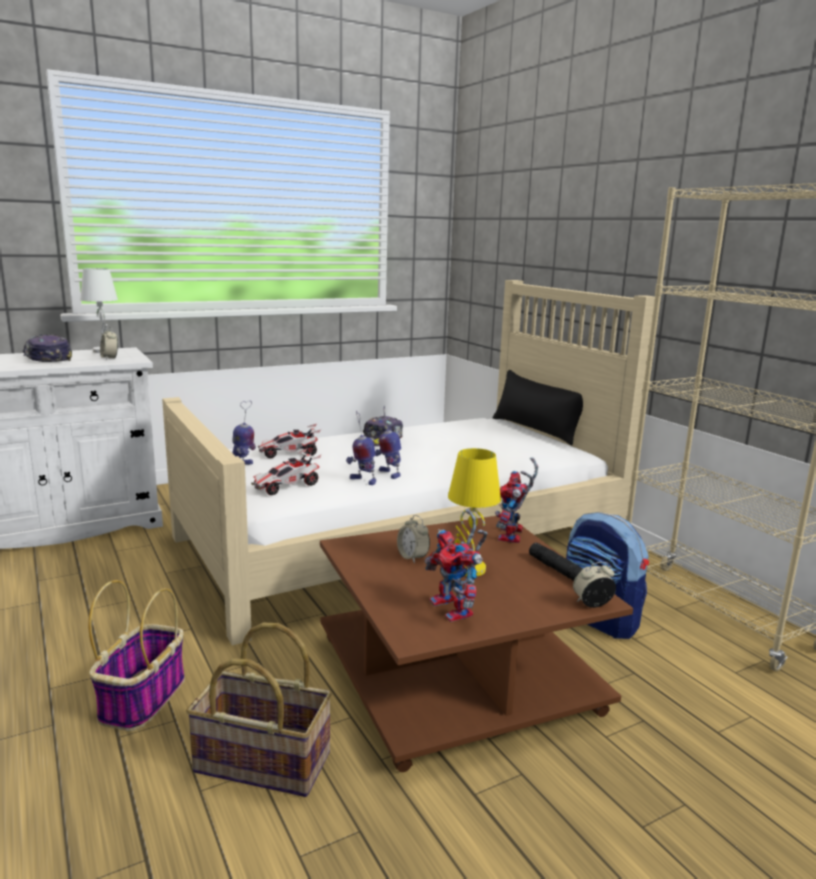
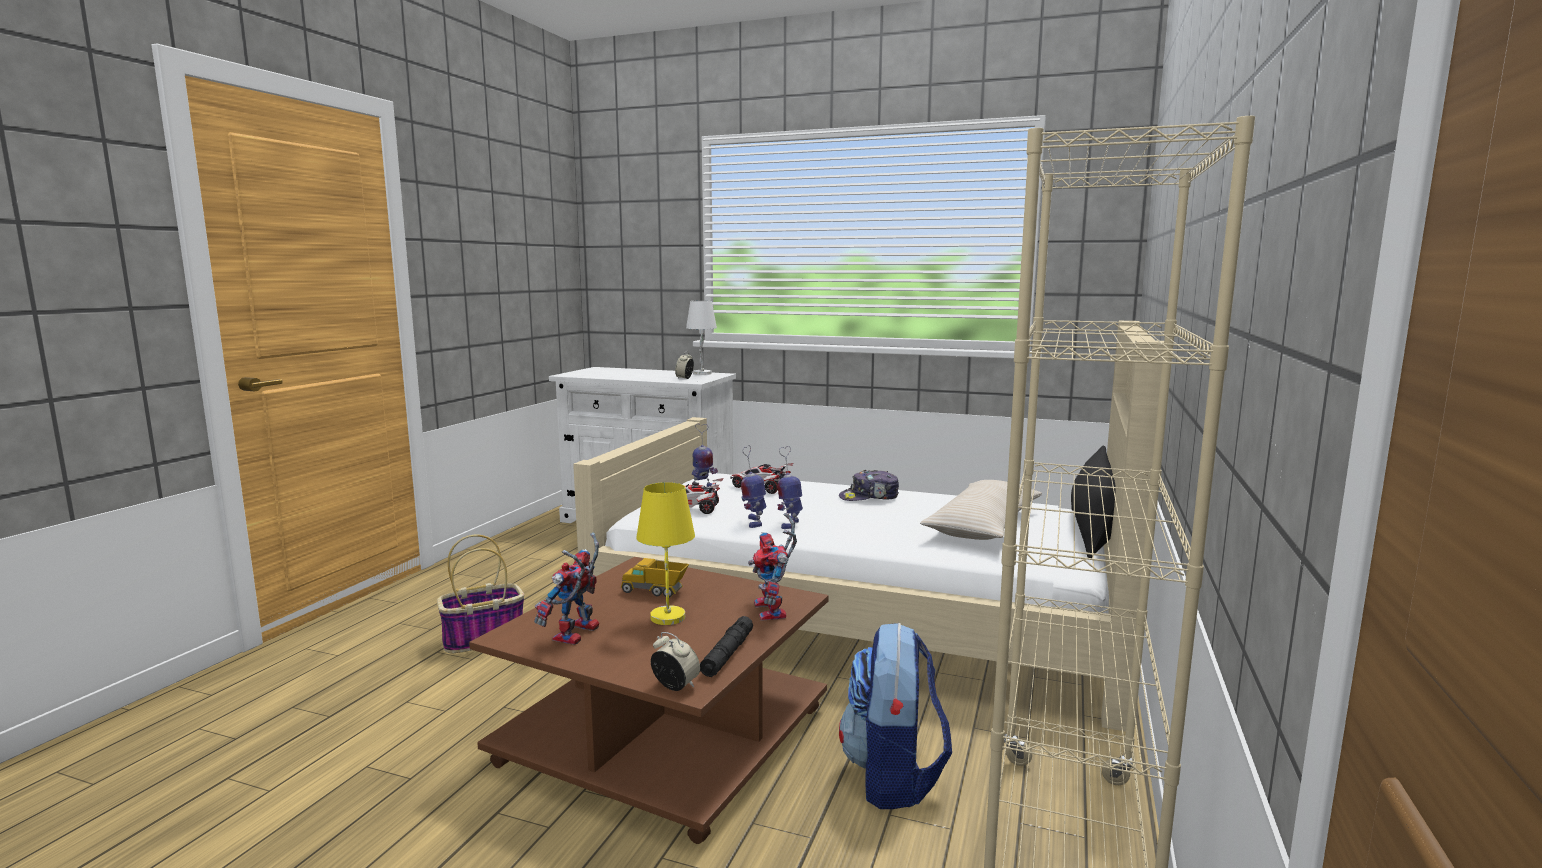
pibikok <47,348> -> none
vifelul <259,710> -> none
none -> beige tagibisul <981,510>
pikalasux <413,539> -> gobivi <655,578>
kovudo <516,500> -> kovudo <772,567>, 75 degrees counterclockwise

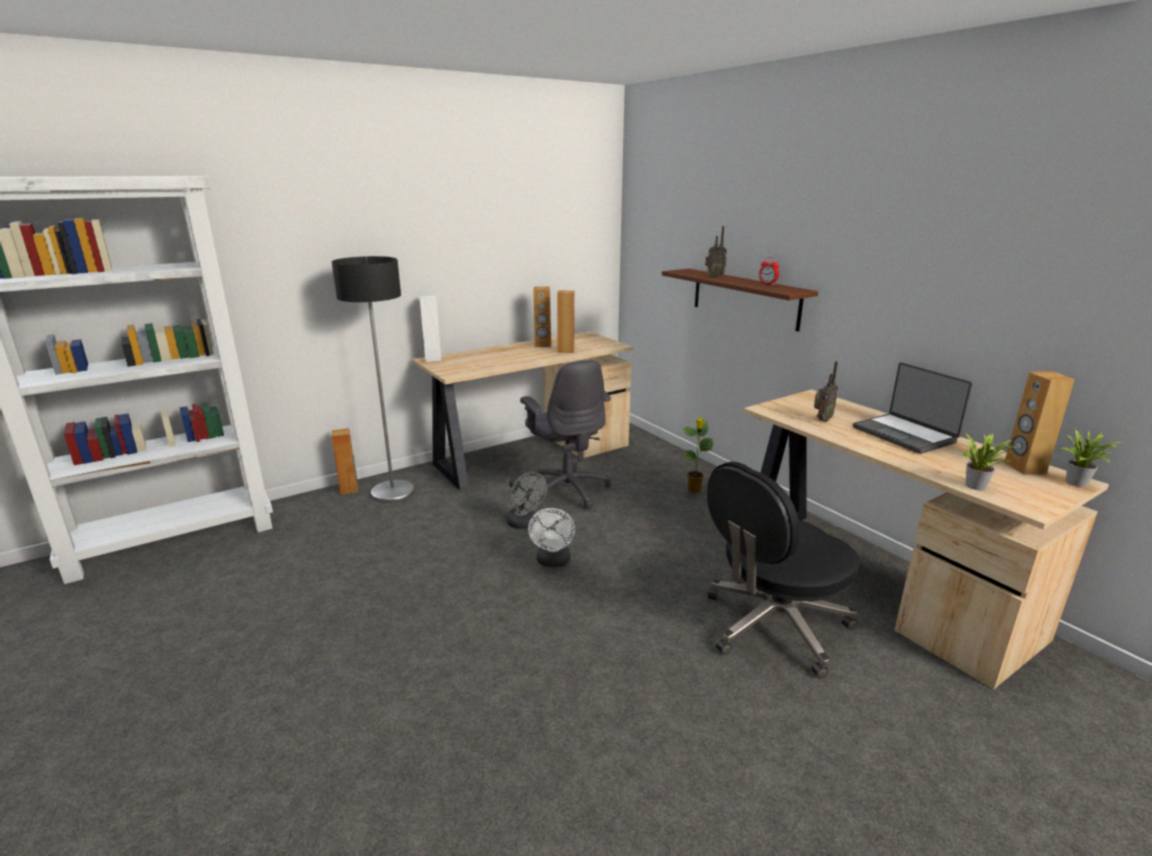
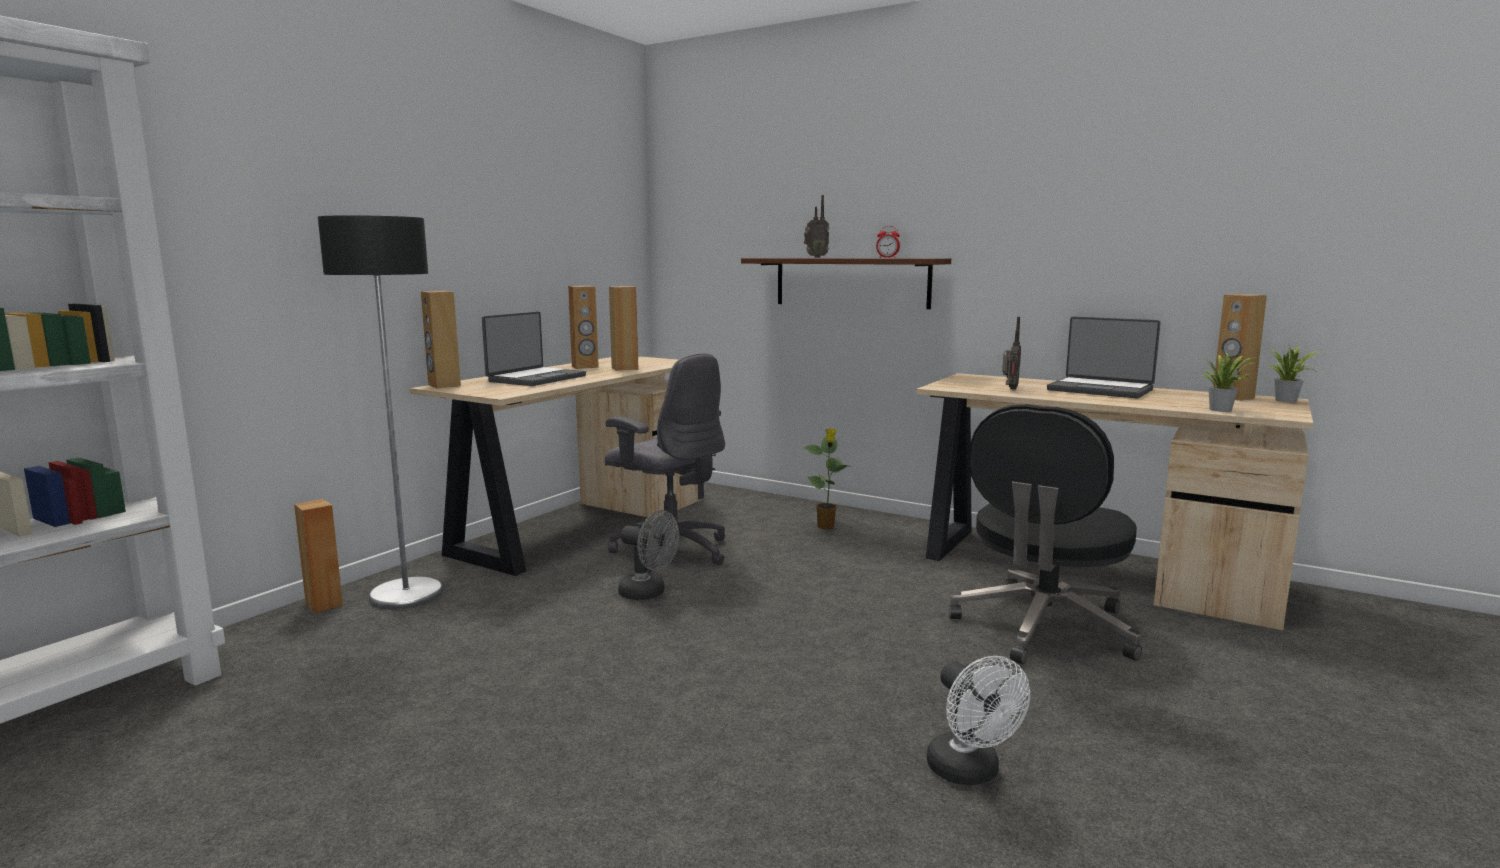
none -> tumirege <534,349>
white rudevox <551,537> -> white rudevox <978,720>, relocated
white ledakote <431,329> -> brown ledakote <441,339>

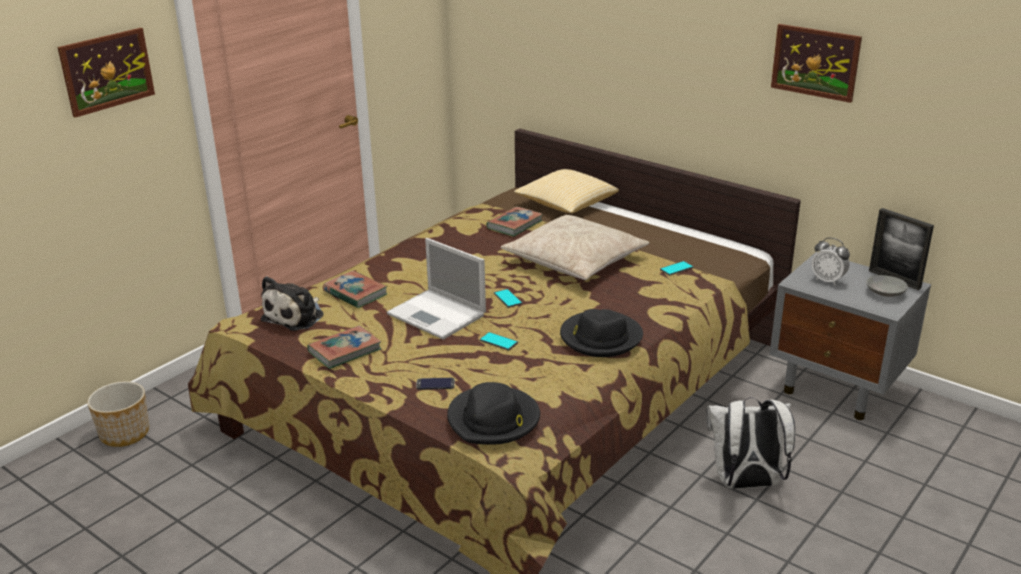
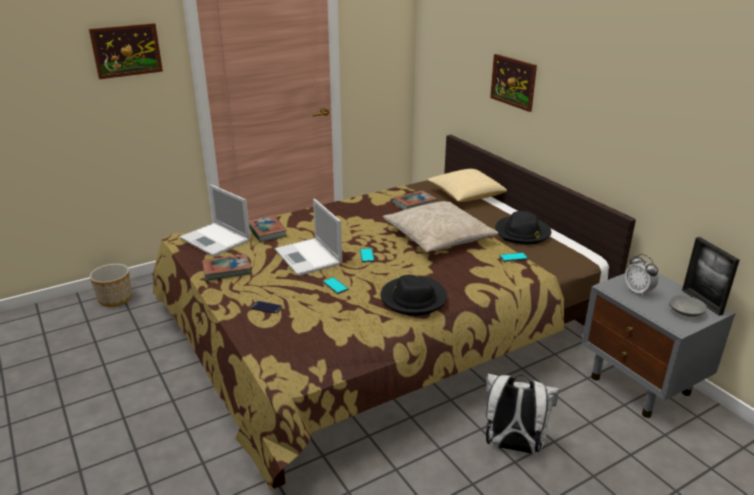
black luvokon <493,413> -> black luvokon <523,227>, relocated
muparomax <816,63> -> muparomax <513,83>, relocated
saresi <292,303> -> tumirege <215,221>

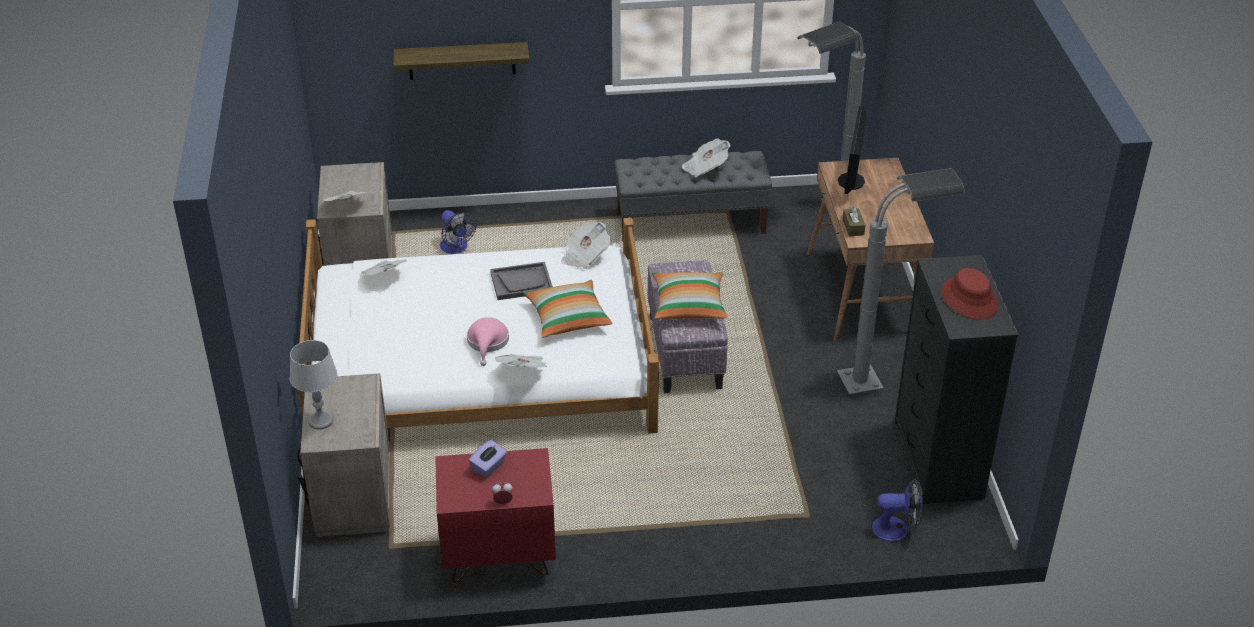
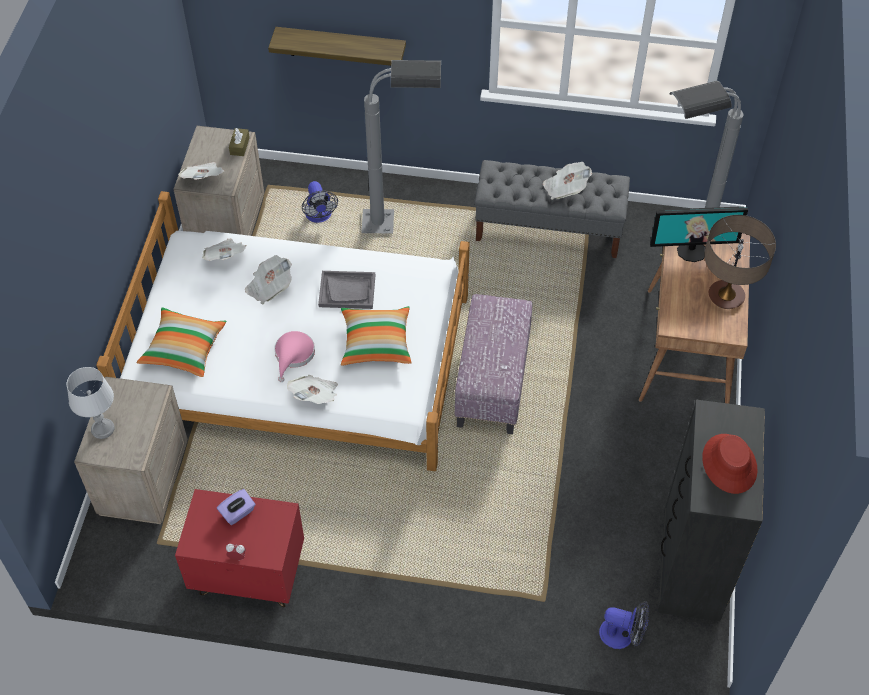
none -> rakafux <740,262>
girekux <586,245> -> girekux <268,279>, relocated
tagibisul <689,295> -> tagibisul <181,342>, relocated
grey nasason <901,281> -> grey nasason <401,147>, relocated
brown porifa <854,221> -> brown porifa <239,142>, relocated
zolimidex <852,150> -> zolimidex <699,234>, 120 degrees counterclockwise

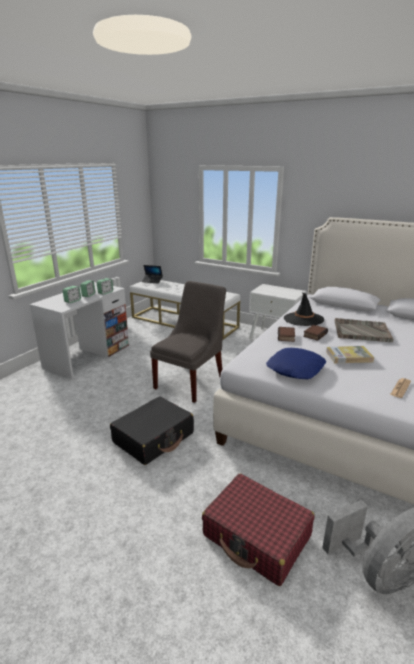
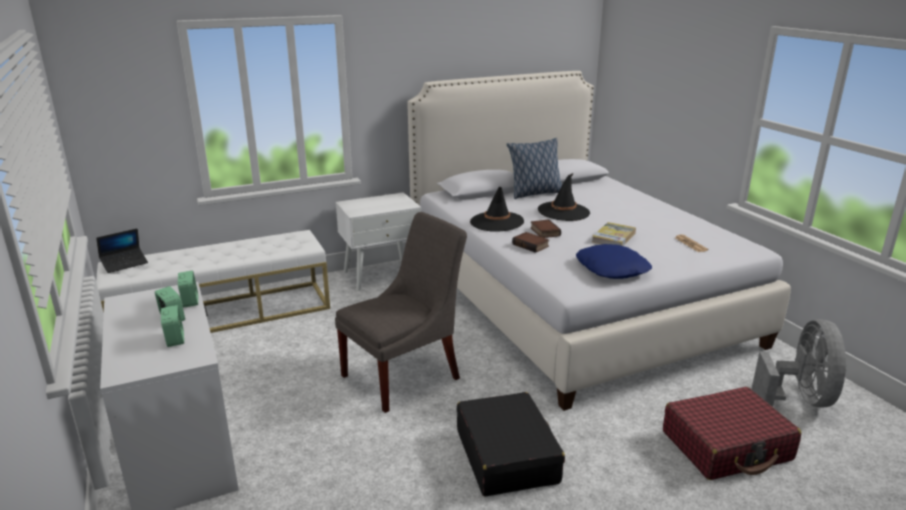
none -> tagibisul <534,168>
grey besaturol <364,330> -> black luvokon <564,197>
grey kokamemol <188,342> -> grey kokamemol <401,312>, 75 degrees clockwise

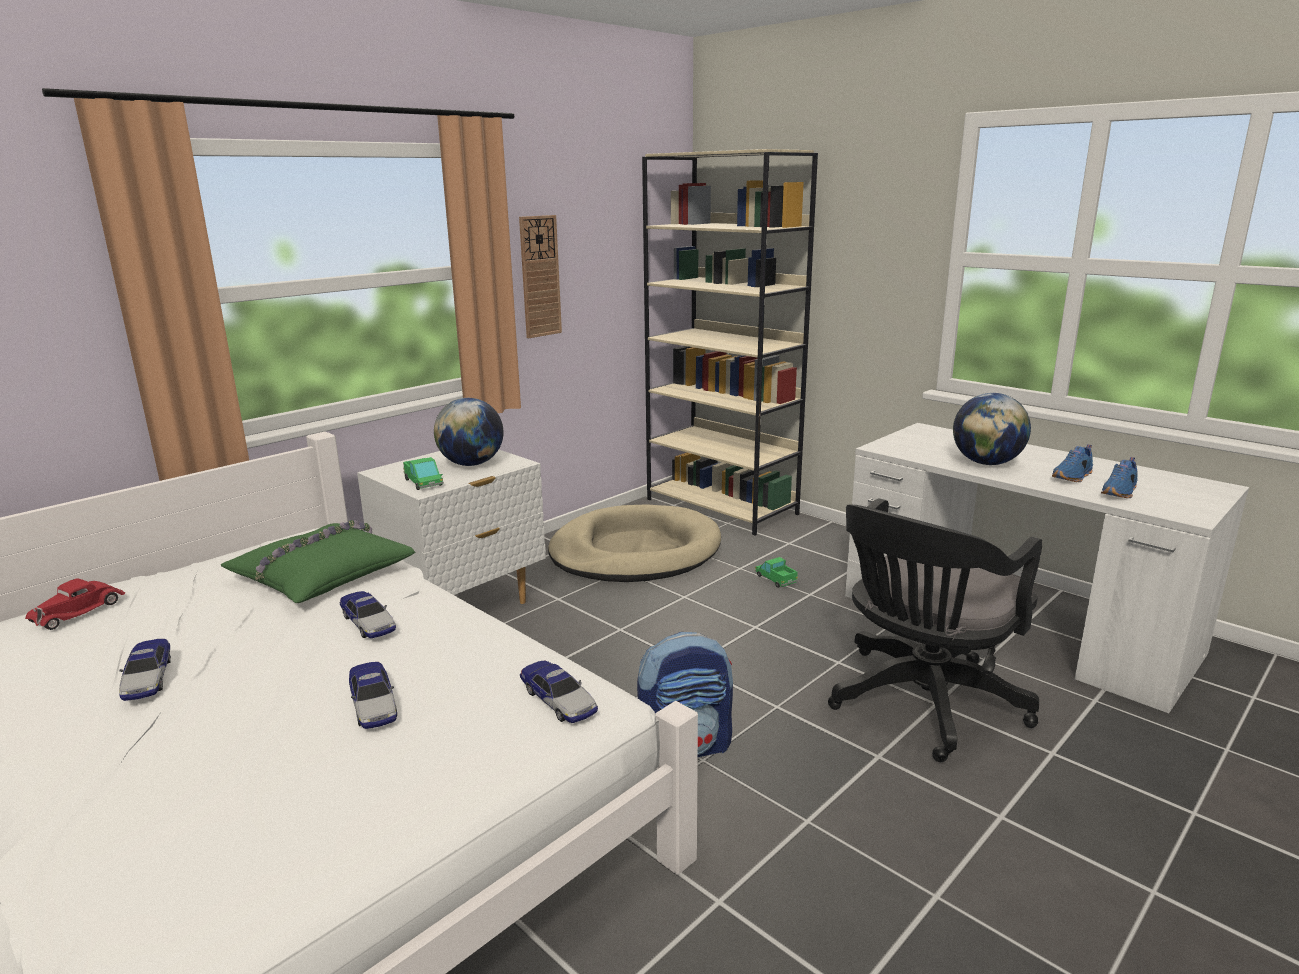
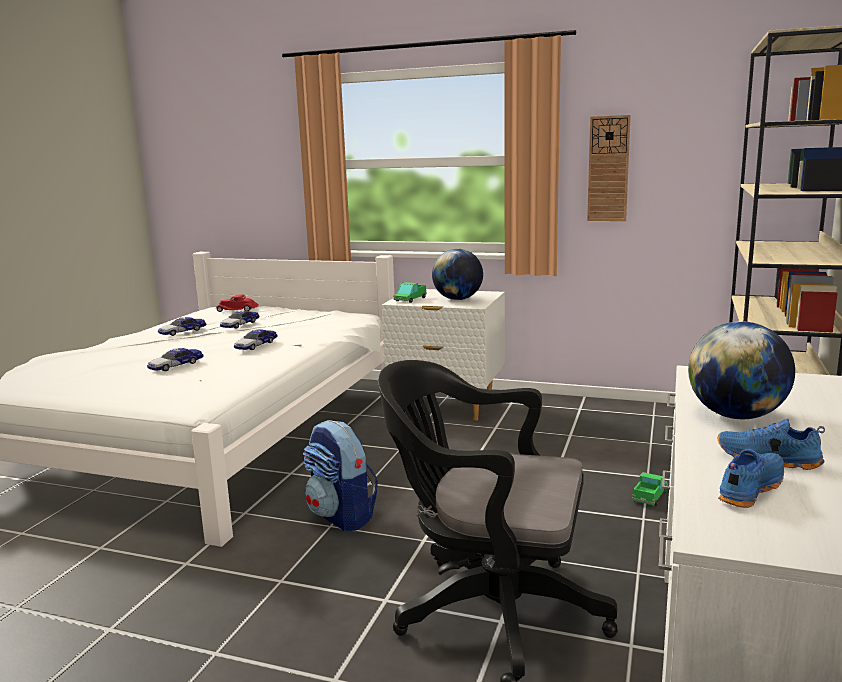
green tagibisul <318,561> -> none
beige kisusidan <634,543> -> none
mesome <559,691> -> mesome <240,320>, relocated
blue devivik <1119,477> -> blue devivik <751,478>, 120 degrees clockwise

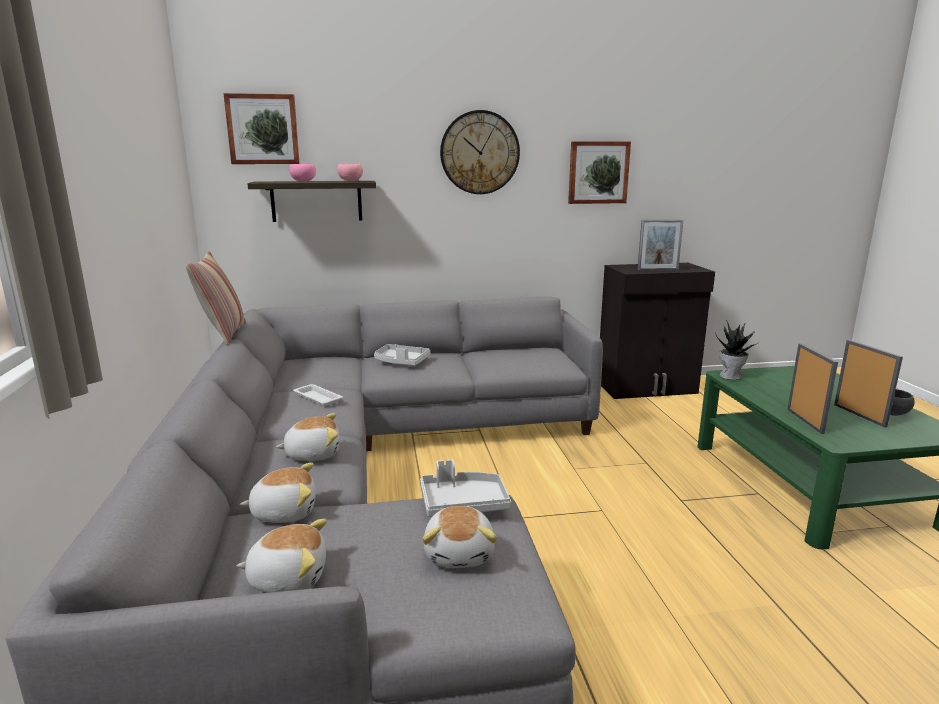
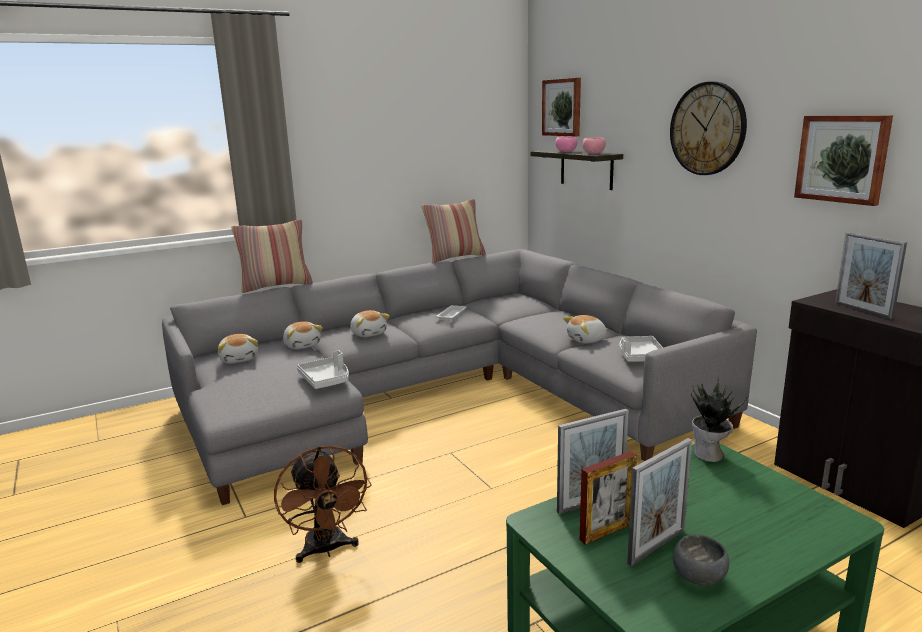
none -> tagibisul <272,256>
none -> brown rudevox <323,504>
none -> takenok <608,498>
grey besaturol <402,355> -> grey besaturol <641,349>, relocated
saresi <460,537> -> saresi <585,329>, relocated

